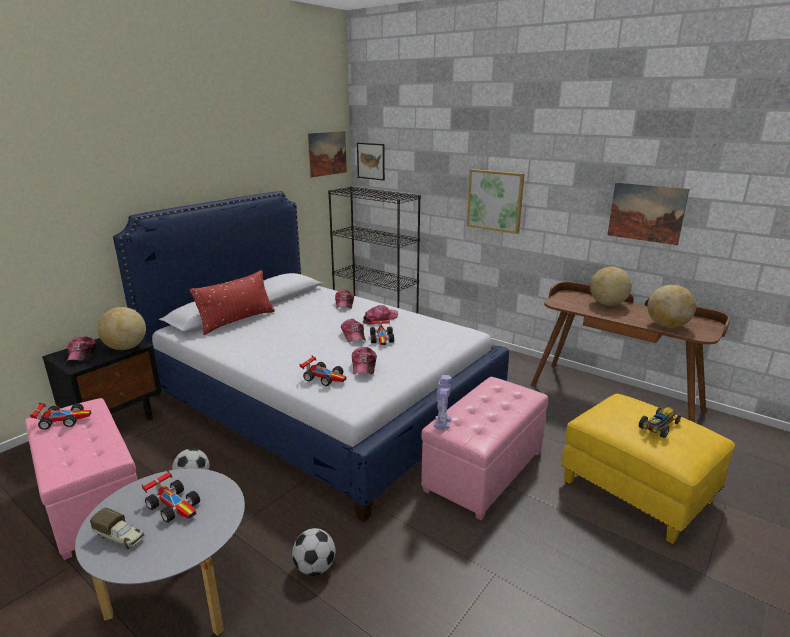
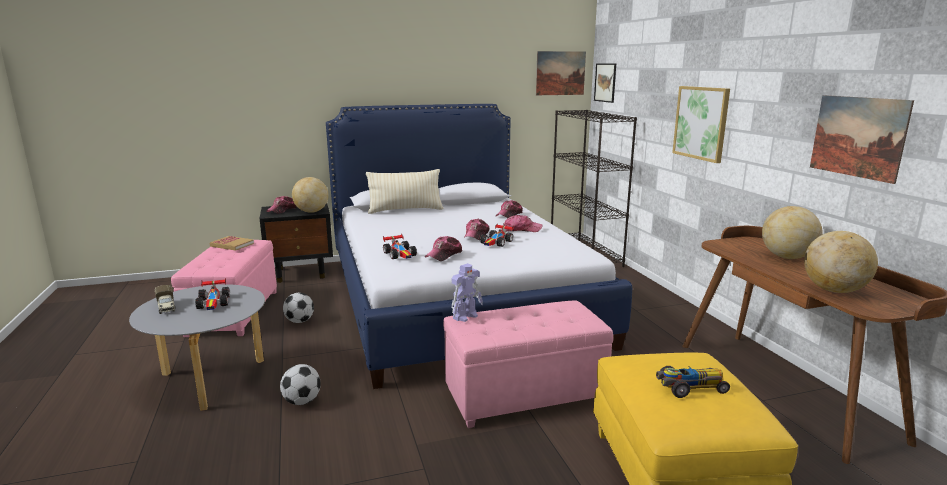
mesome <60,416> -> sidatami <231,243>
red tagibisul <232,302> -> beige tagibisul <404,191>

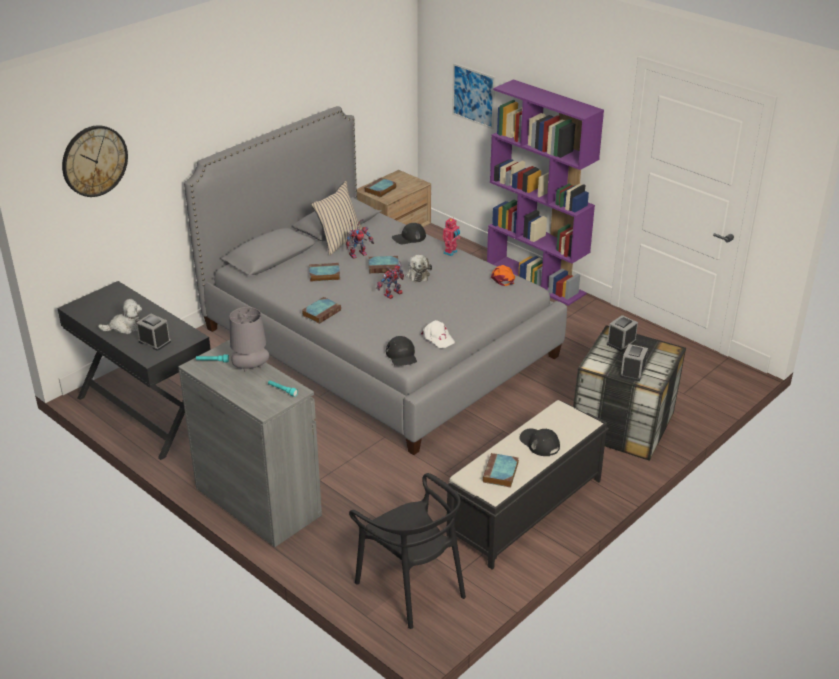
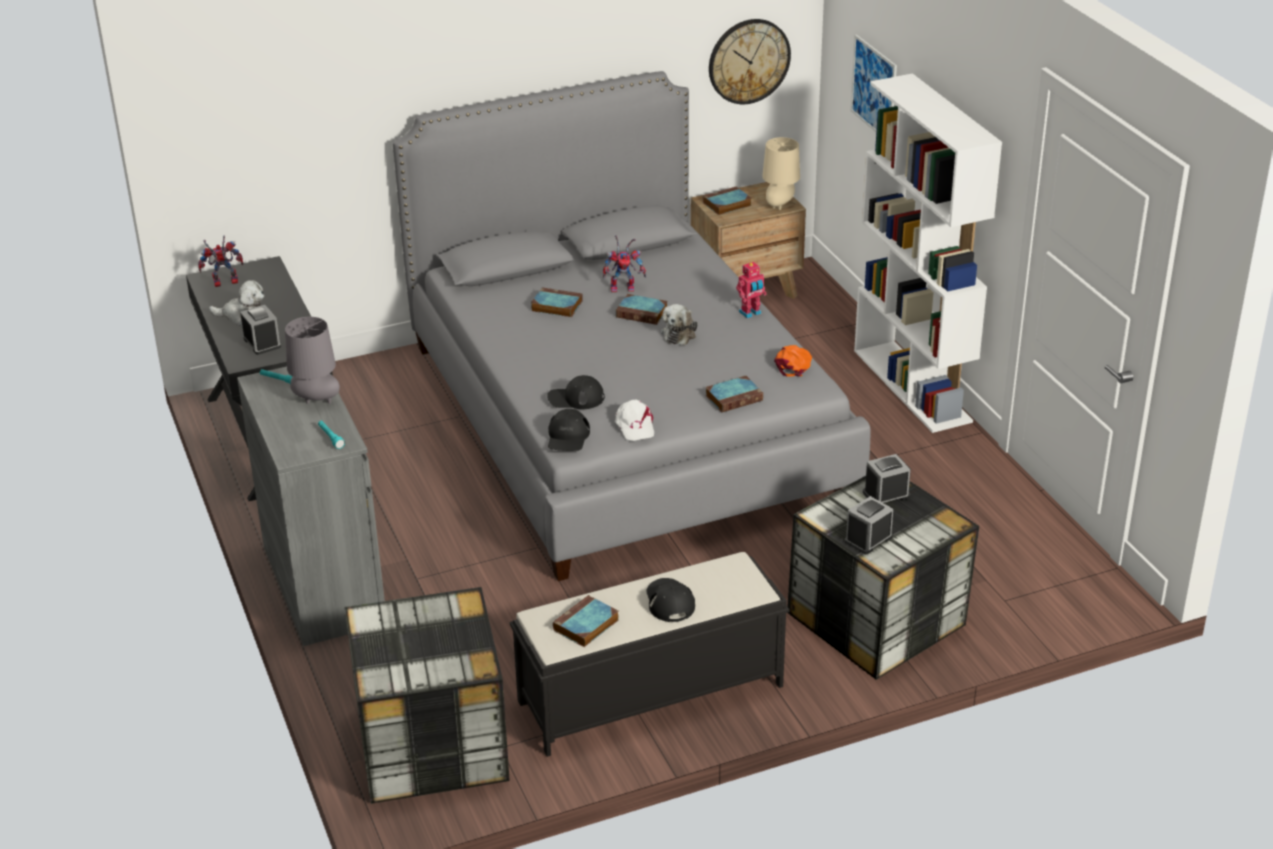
beige tagibisul <336,218> -> none
none -> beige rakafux <781,173>
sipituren <95,161> -> sipituren <750,61>, relocated
sidatami <321,310> -> sidatami <734,394>, relocated
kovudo <390,280> -> kovudo <220,261>, relocated
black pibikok <409,234> -> black pibikok <576,392>, relocated
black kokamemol <407,551> -> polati <427,695>
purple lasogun <545,192> -> white lasogun <928,253>

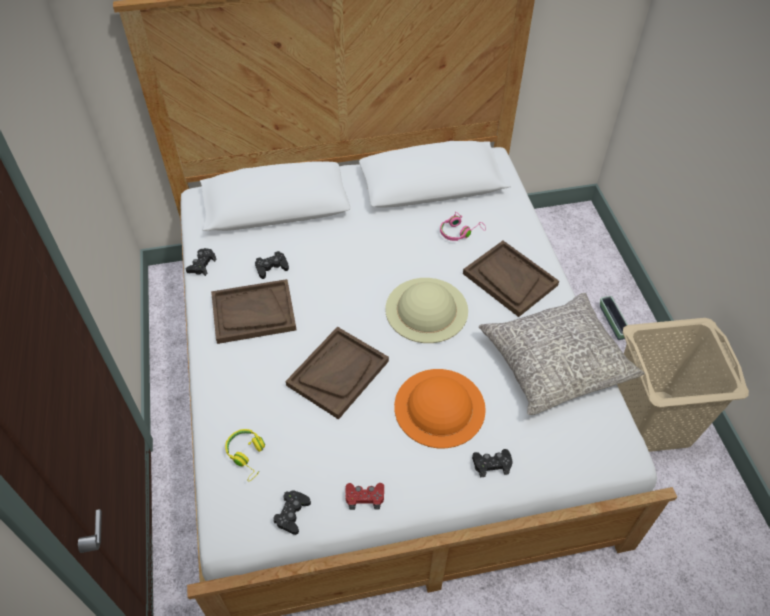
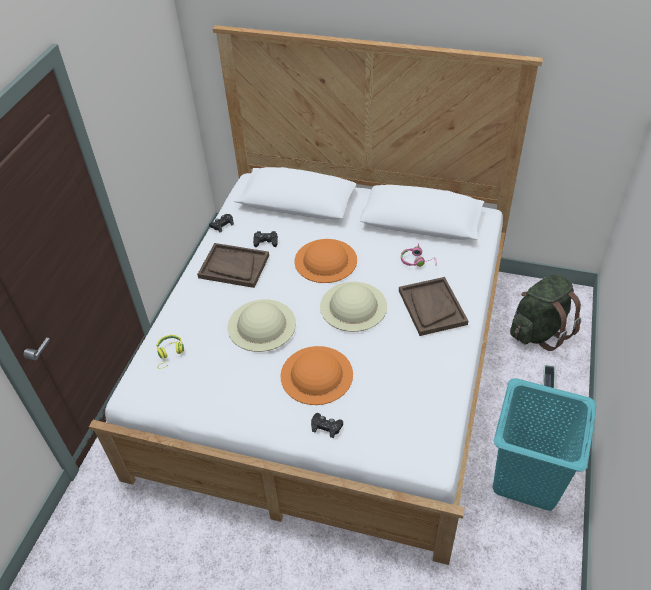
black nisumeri <292,513> -> none
red nisumeri <364,496> -> none
grey tagibisul <561,354> -> none
none -> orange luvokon <326,261>
none -> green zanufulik <545,312>
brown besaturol <337,373> -> beige luvokon <262,325>
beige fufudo <683,385> -> turquoise fufudo <545,444>

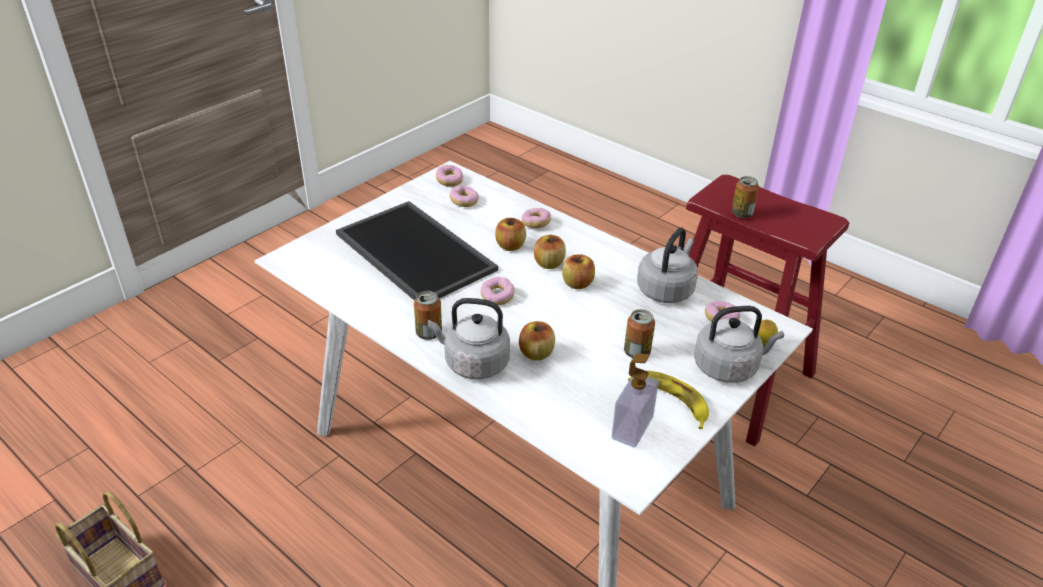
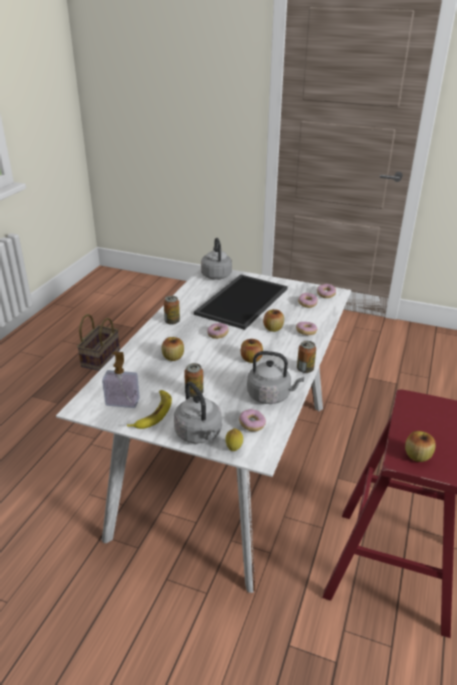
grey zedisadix <469,338> -> grey zedisadix <216,259>, relocated
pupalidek <550,252> -> pupalidek <420,446>, relocated
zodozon <745,197> -> zodozon <306,357>, relocated

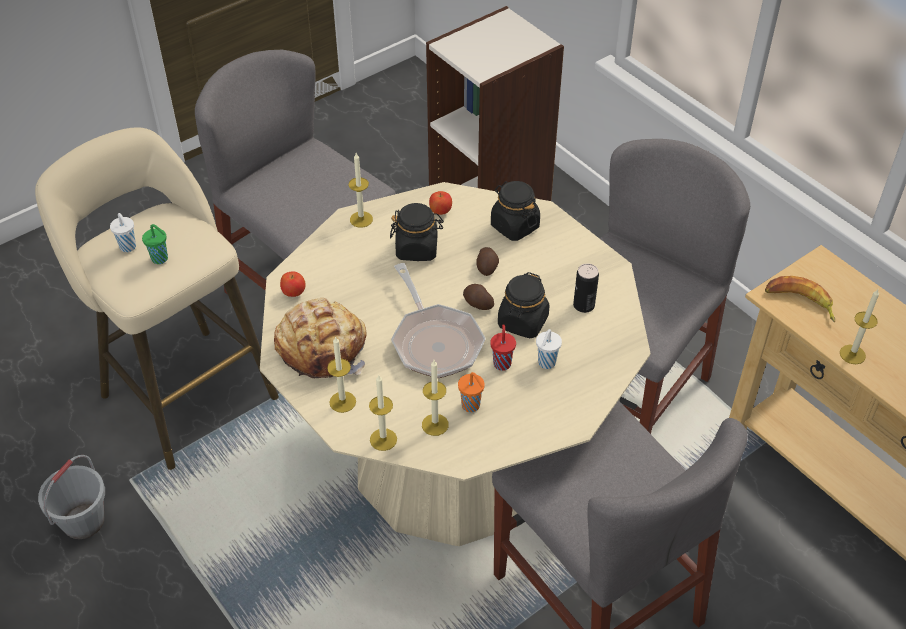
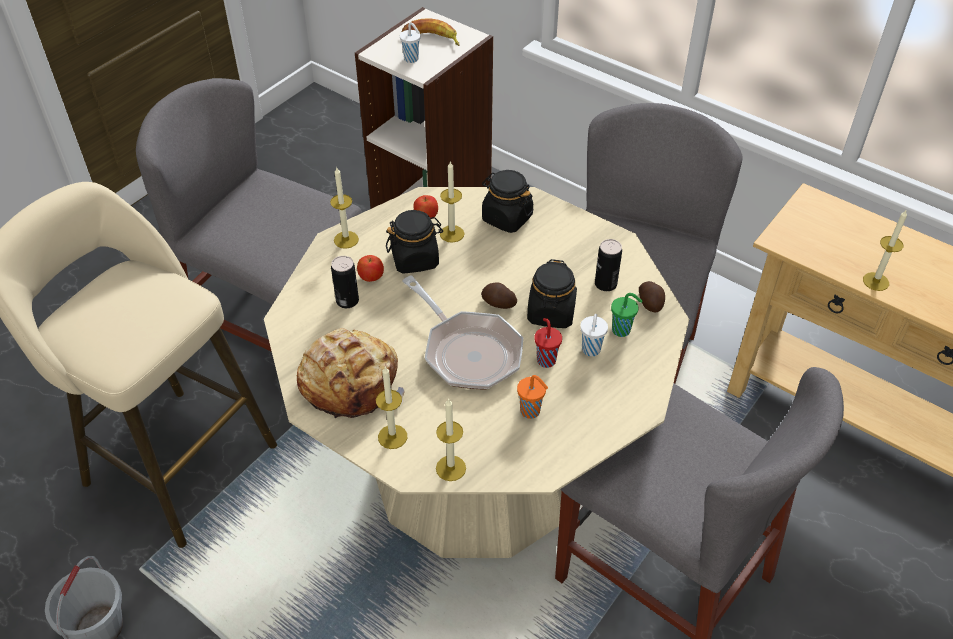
none -> zodozon <345,282>
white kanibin <123,232> -> white kanibin <410,42>, relocated
green kanibin <155,244> -> green kanibin <627,315>, relocated
pupalidek <293,284> -> pupalidek <370,268>, relocated
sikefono <435,398> -> sikefono <452,202>, relocated
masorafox <487,261> -> masorafox <652,297>, relocated
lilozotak <800,299> -> lilozotak <431,32>, relocated

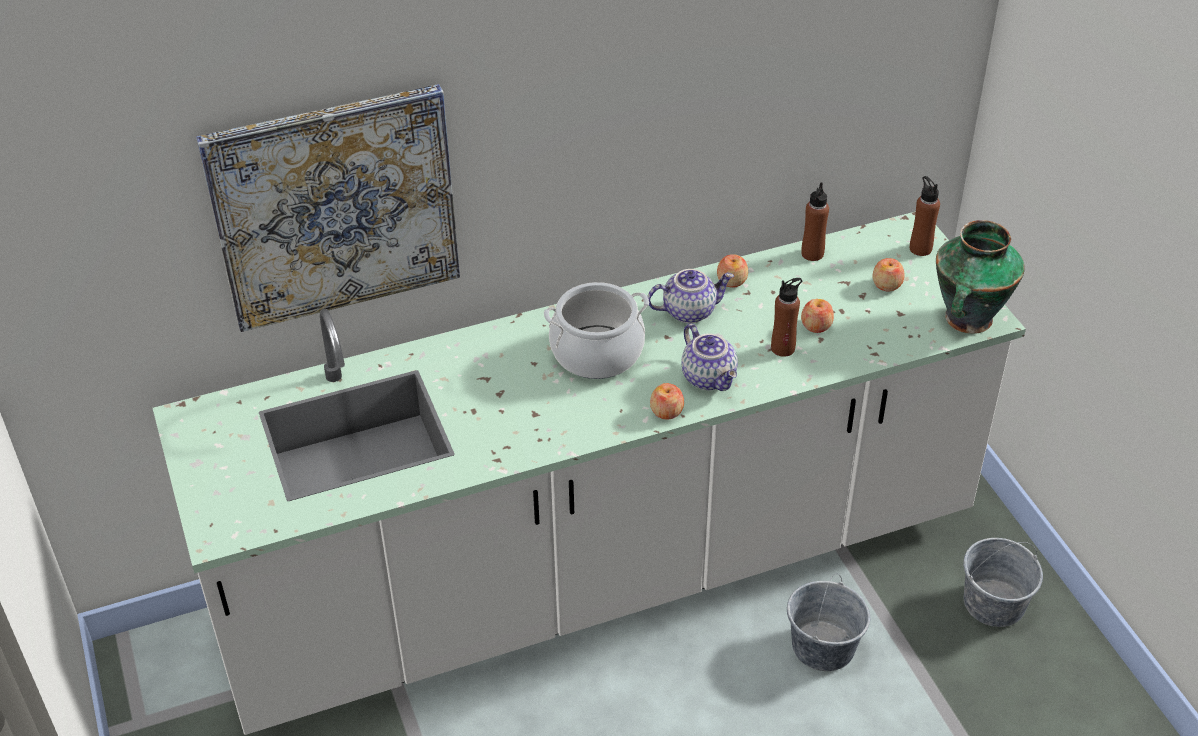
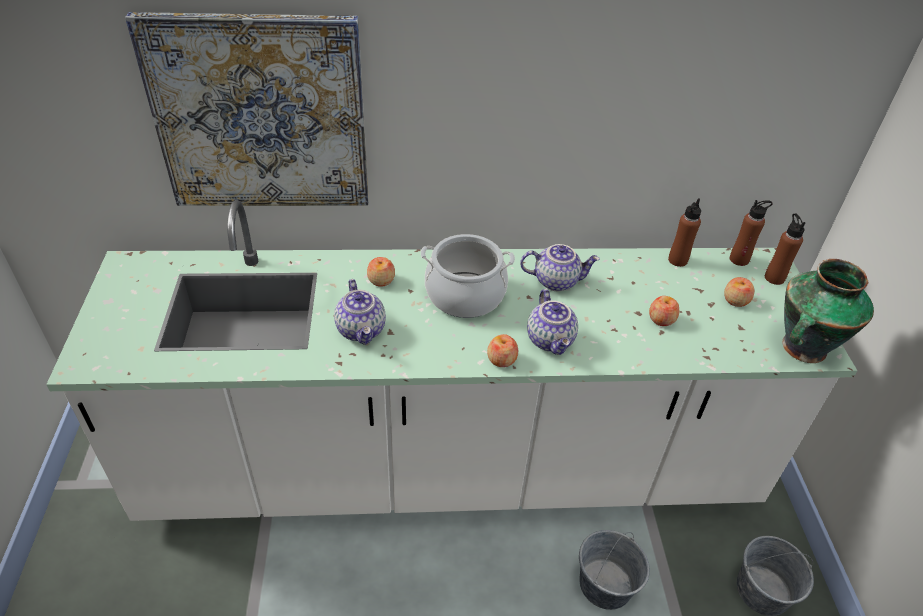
none -> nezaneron <360,312>
pupalidek <732,271> -> pupalidek <381,272>, relocated
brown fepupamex <786,317> -> brown fepupamex <751,233>, relocated

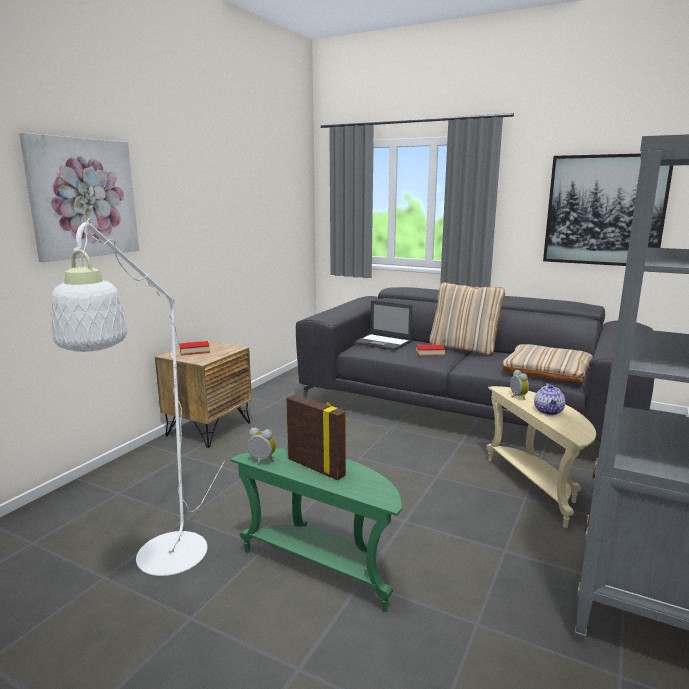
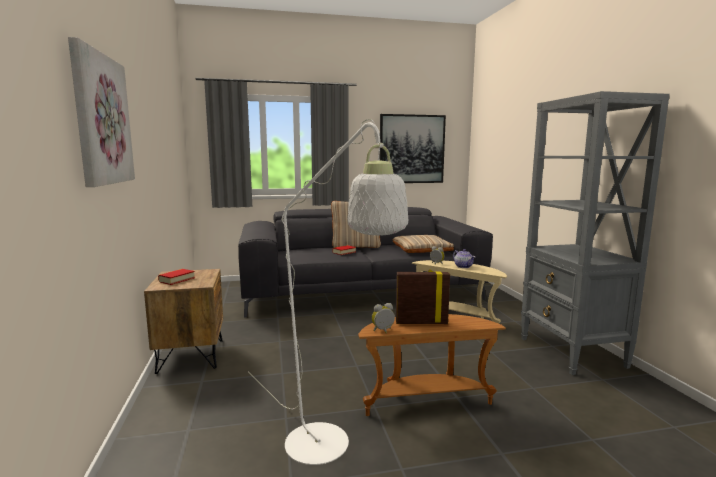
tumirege <382,326> -> none
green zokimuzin <316,530> -> brown zokimuzin <432,365>

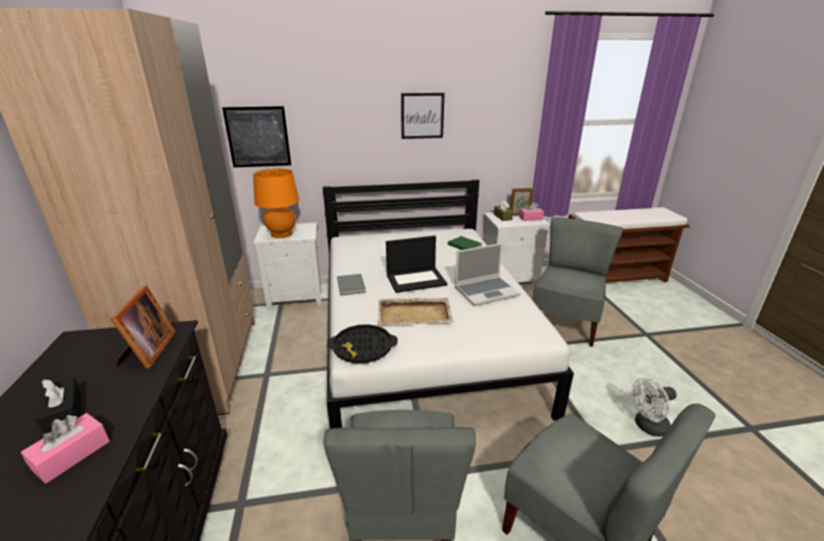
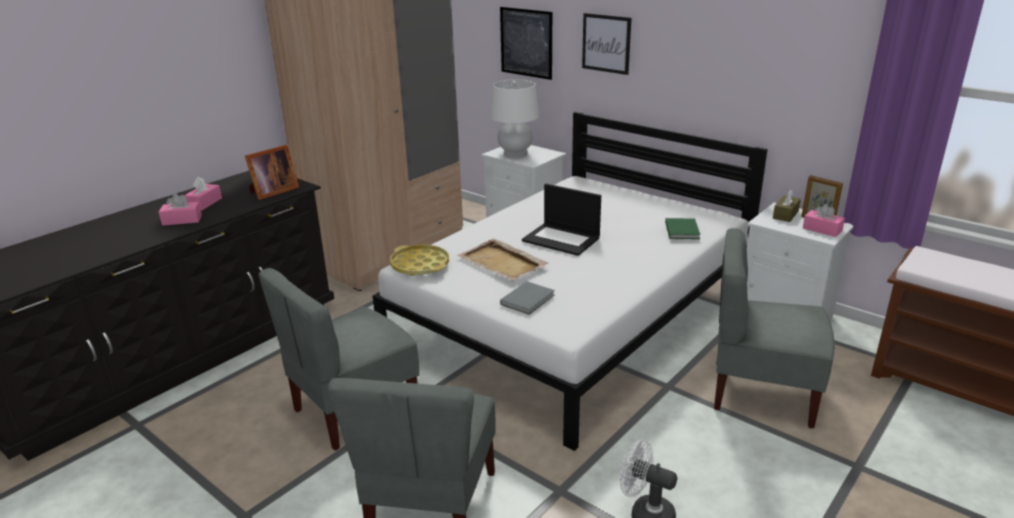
tumirege <487,274> -> none
grey sidatami <351,285> -> grey sidatami <527,298>, relocated
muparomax <423,116> -> muparomax <606,44>, relocated
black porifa <59,405> -> pink porifa <203,193>
orange rakafux <276,203> -> white rakafux <515,118>
black besaturol <362,343> -> yellow besaturol <419,260>
grey kokamemol <577,282> -> grey kokamemol <774,328>, 150 degrees counterclockwise

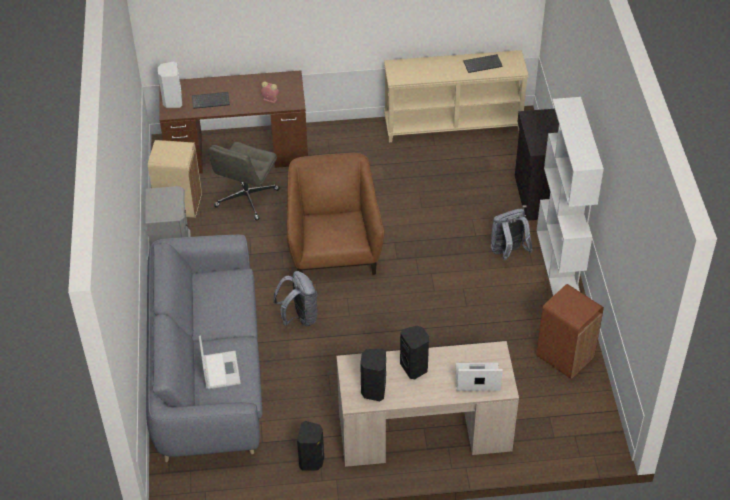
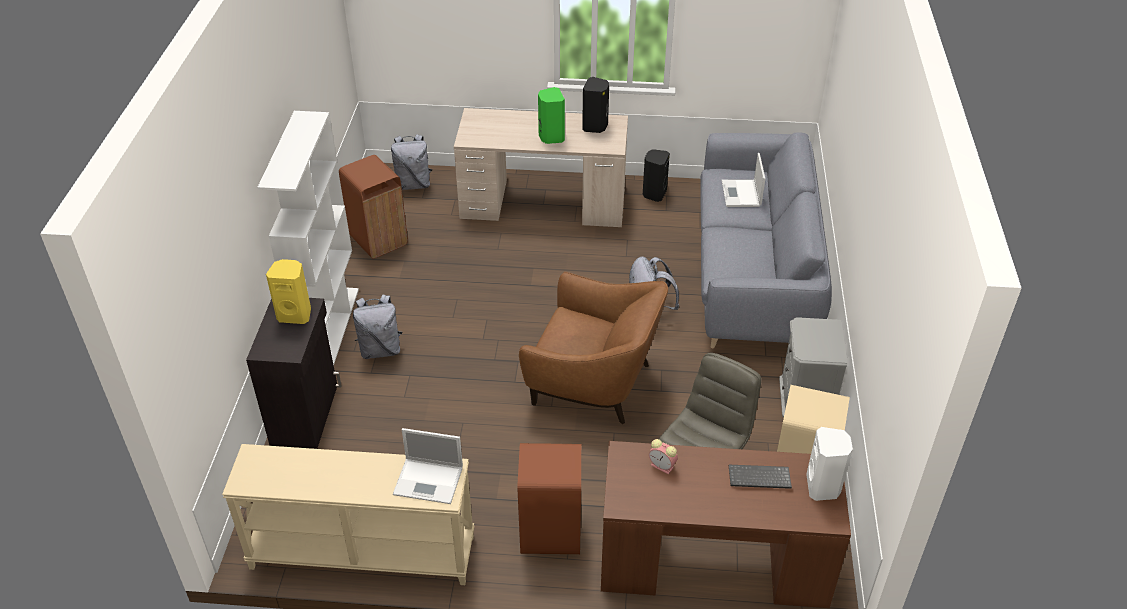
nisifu <483,63> -> none
none -> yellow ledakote <288,291>
none -> grey zanufulik <411,162>
none -> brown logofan <549,498>
tumirege <479,377> -> tumirege <428,466>, relocated
black ledakote <414,352> -> green ledakote <551,115>
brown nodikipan <336,214> -> brown nodikipan <593,348>, 75 degrees counterclockwise

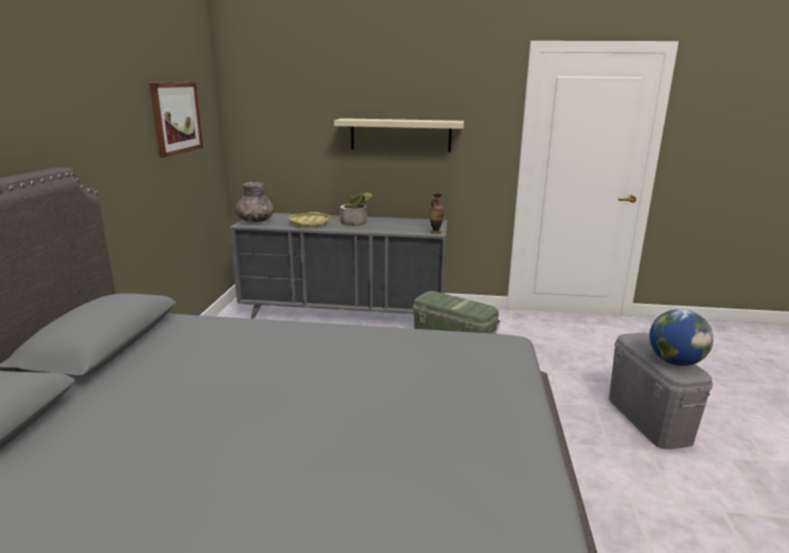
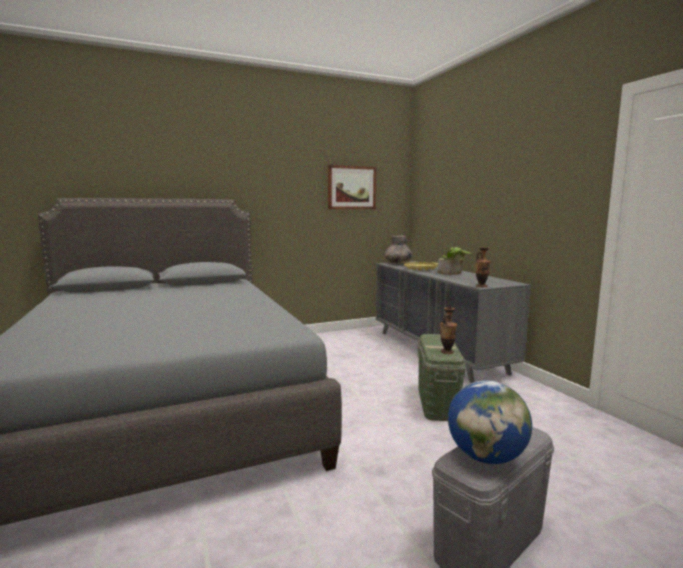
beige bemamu <399,135> -> none
none -> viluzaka <448,330>

